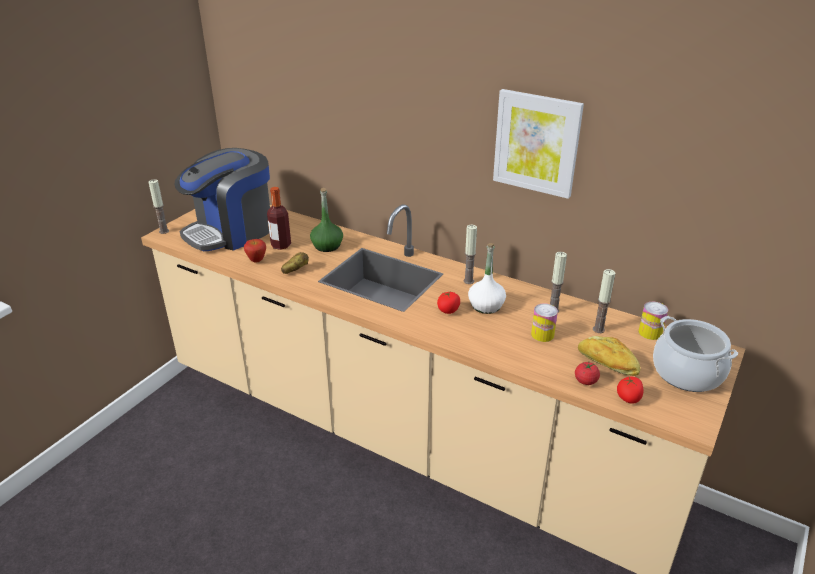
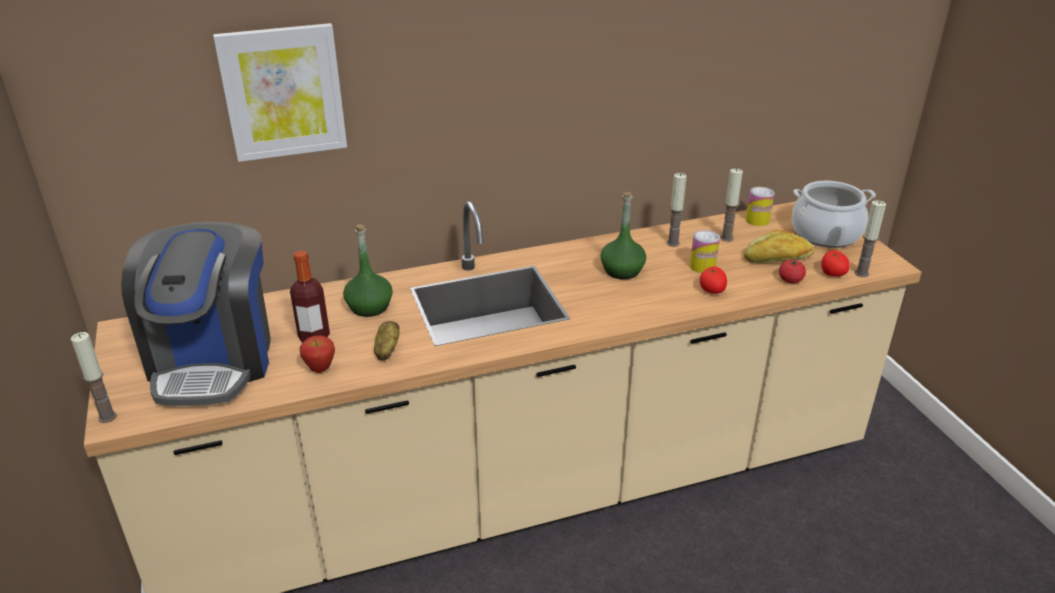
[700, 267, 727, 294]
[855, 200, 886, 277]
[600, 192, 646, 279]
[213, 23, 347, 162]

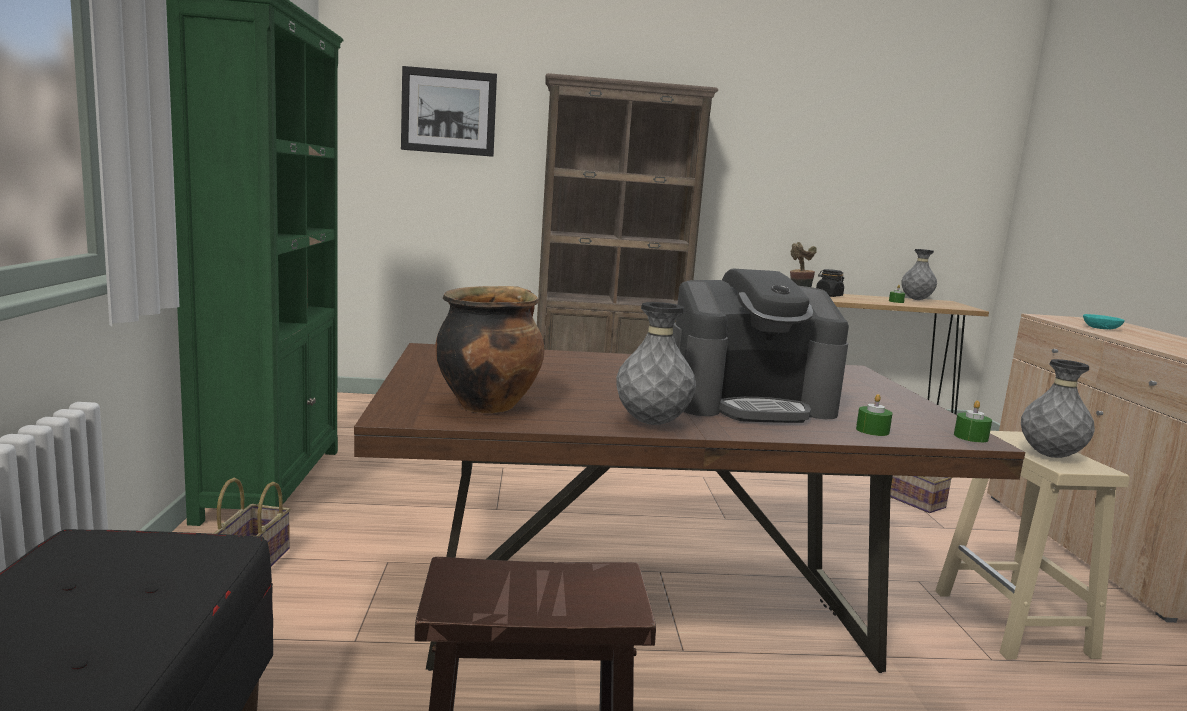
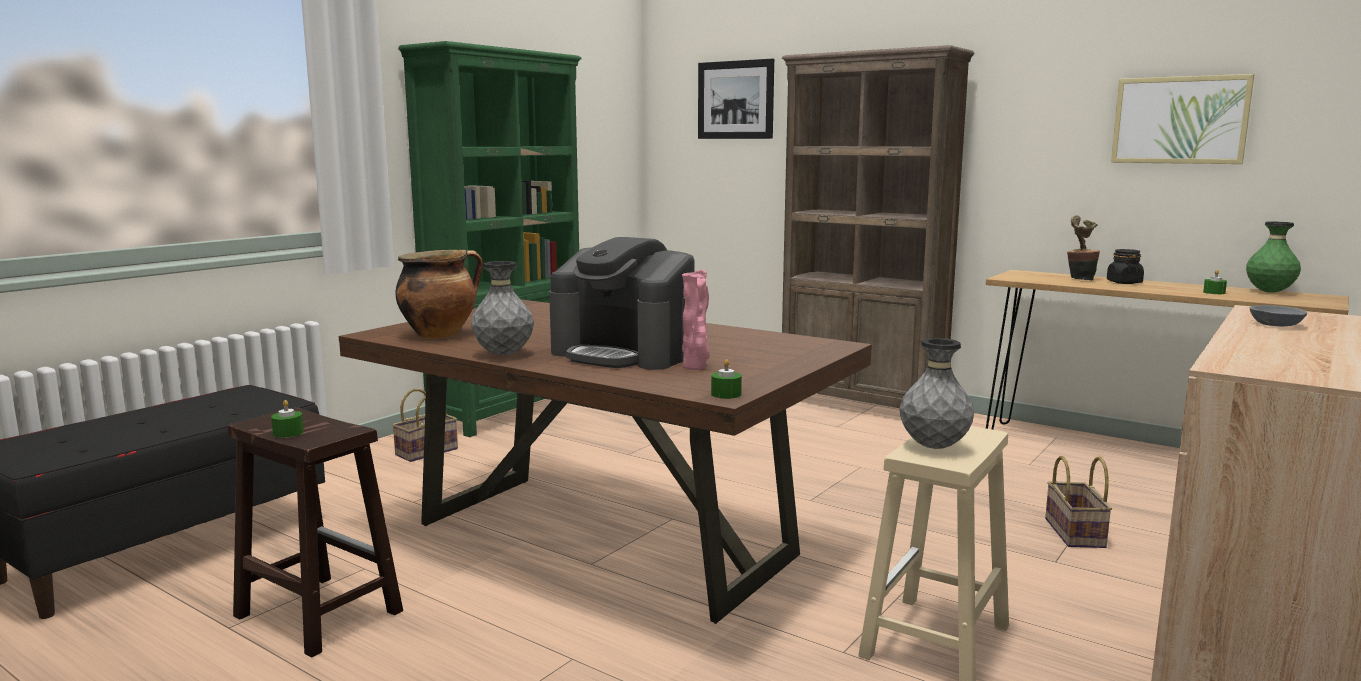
[271, 400, 304, 438]
[1246, 221, 1301, 293]
[1250, 305, 1307, 326]
[682, 270, 710, 370]
[1111, 74, 1255, 164]

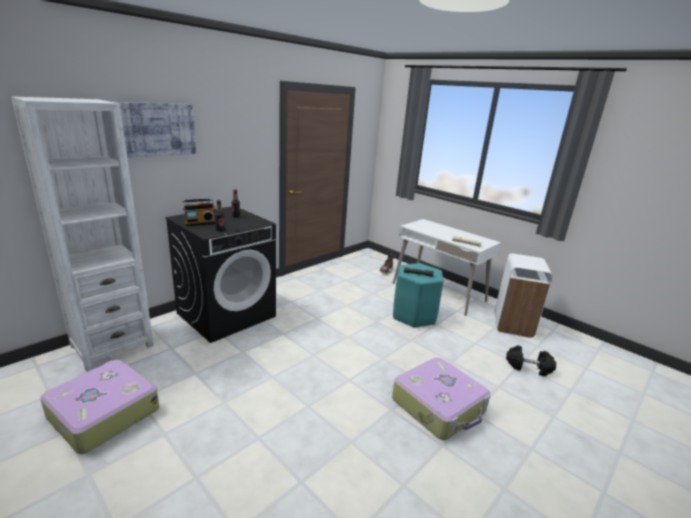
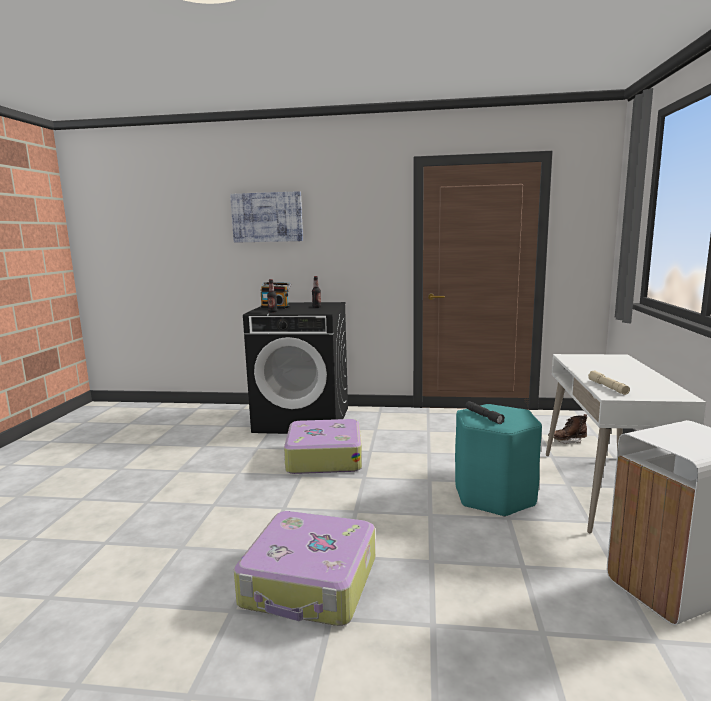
[11, 96, 154, 371] (first image)
[284, 419, 362, 474]
[506, 345, 556, 376] (first image)

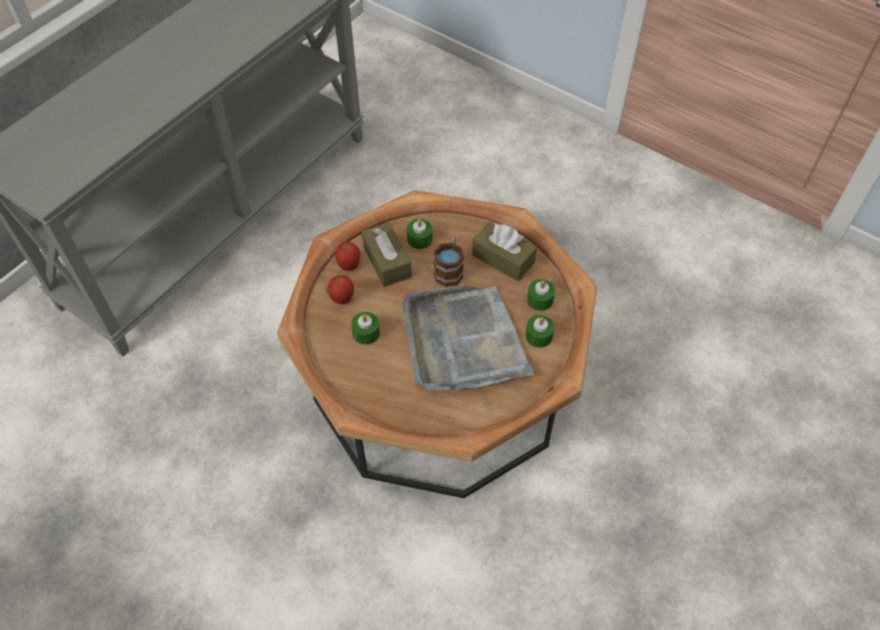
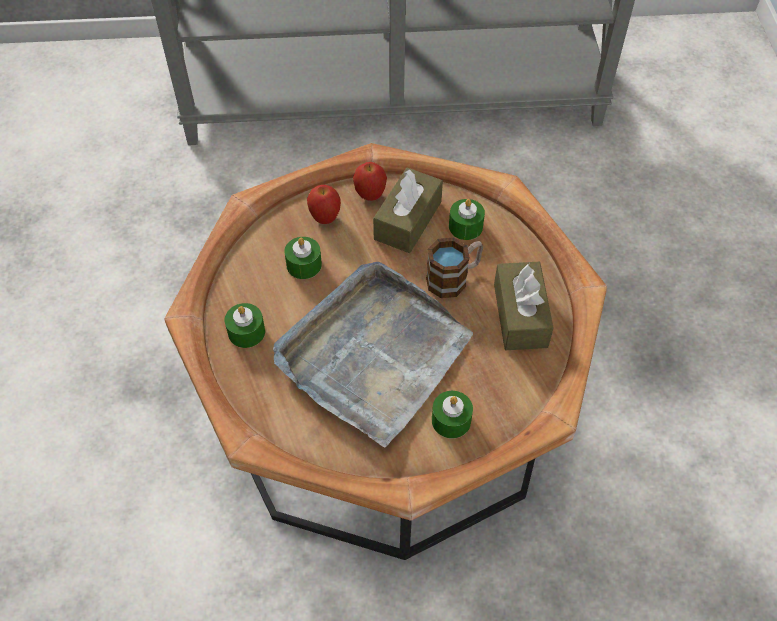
[225, 303, 265, 348]

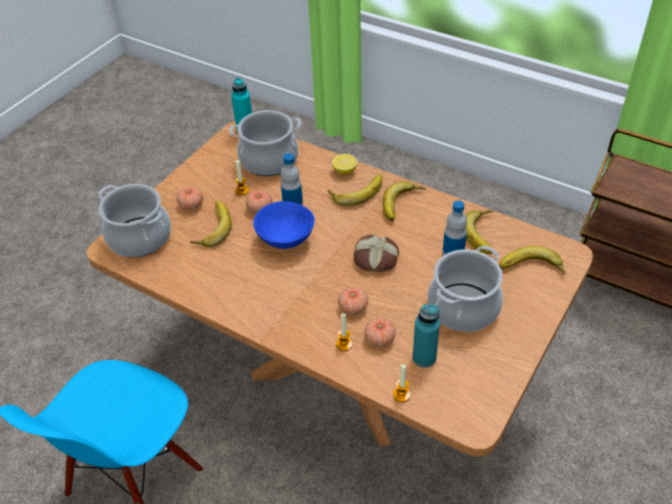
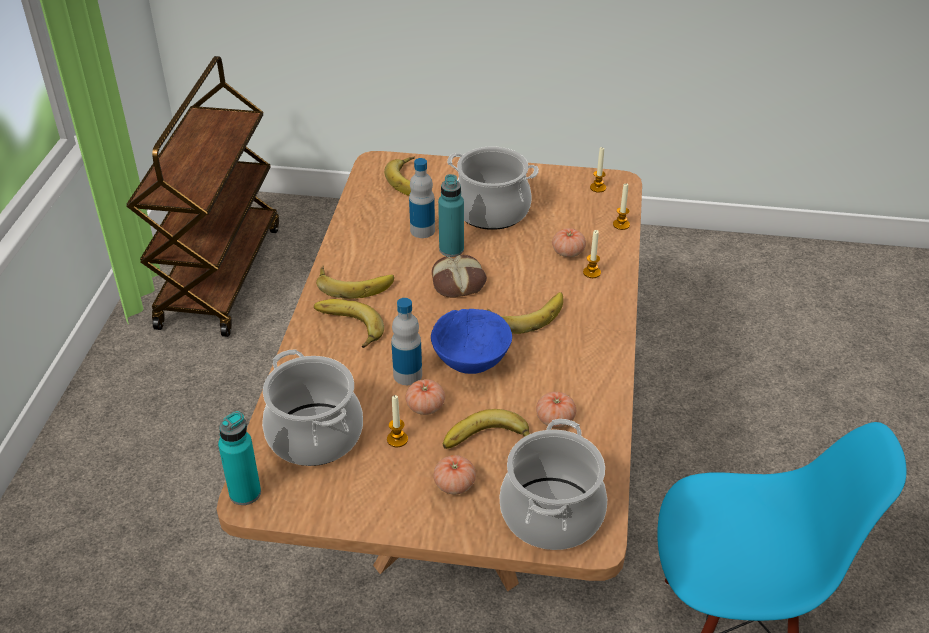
[332, 154, 357, 175] (first image)
[536, 392, 576, 428]
[438, 174, 464, 257]
[487, 292, 563, 334]
[590, 147, 606, 193]

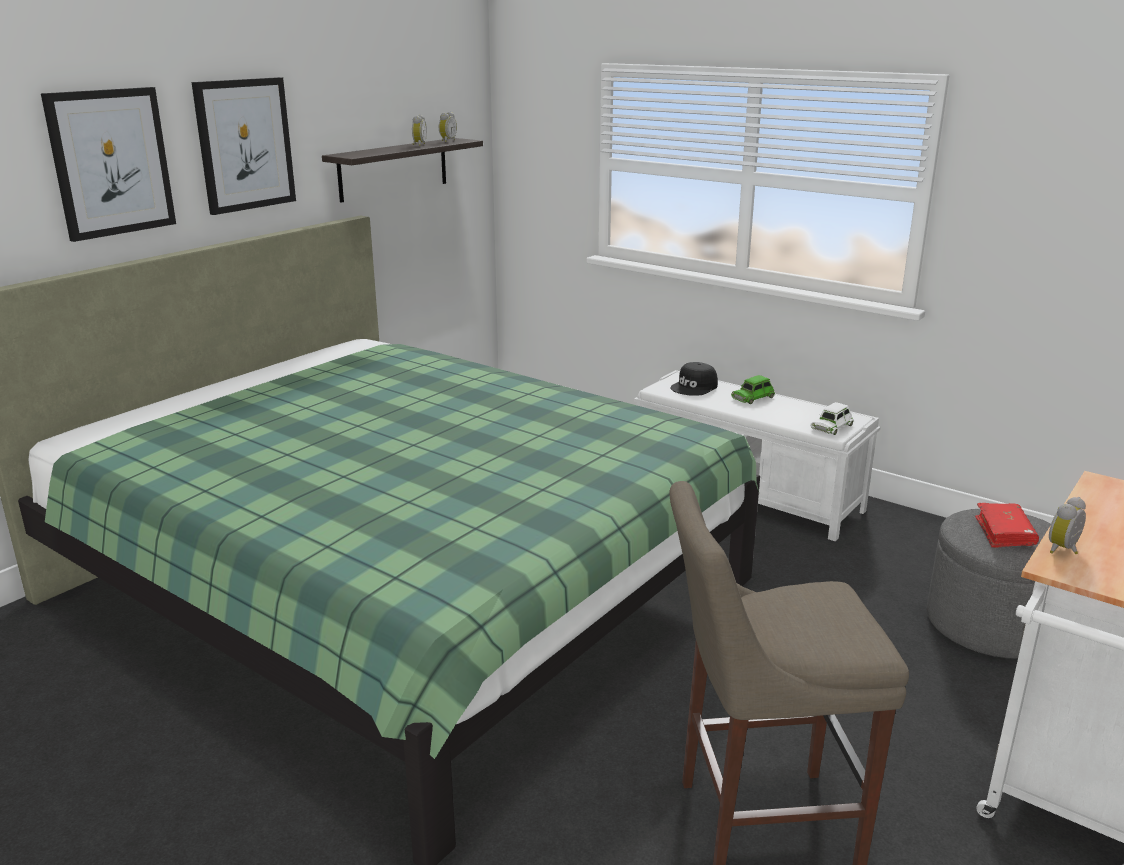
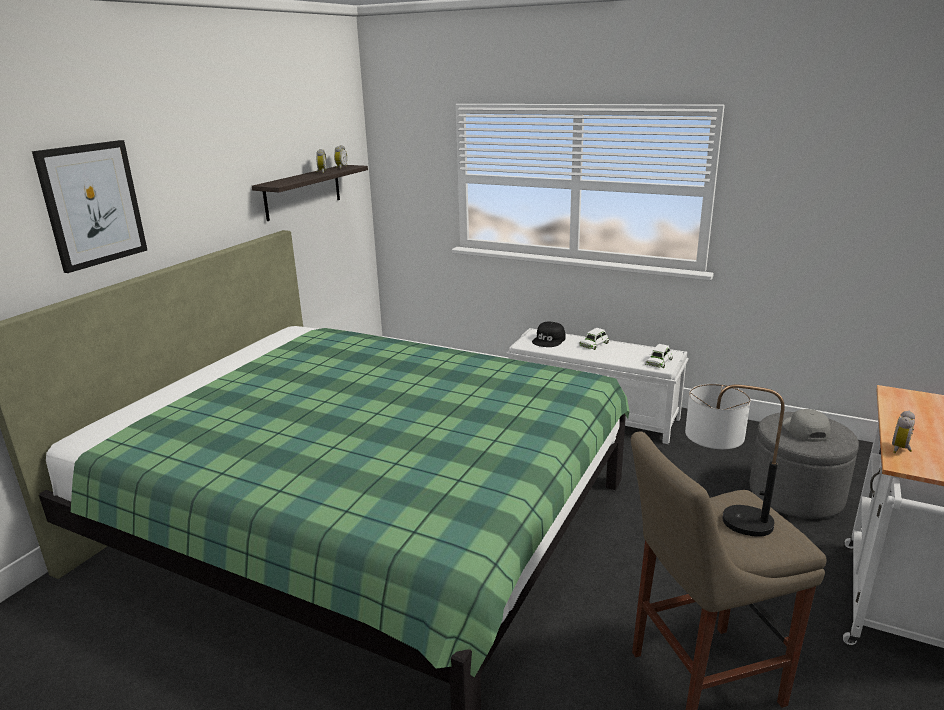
[191, 77, 296, 215] (first image)
[579, 328, 609, 350]
[782, 409, 830, 442]
[685, 384, 785, 537]

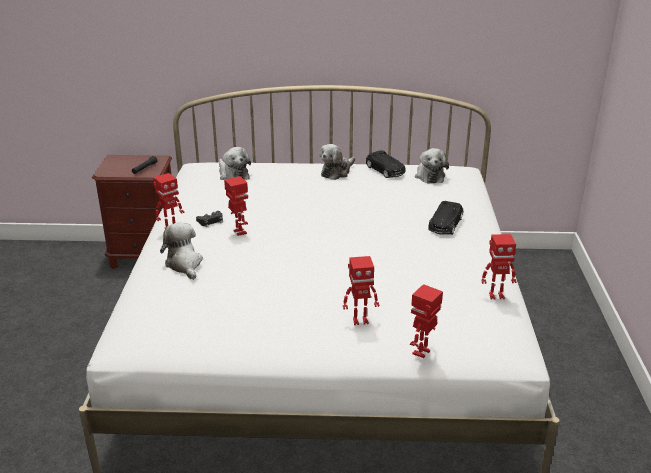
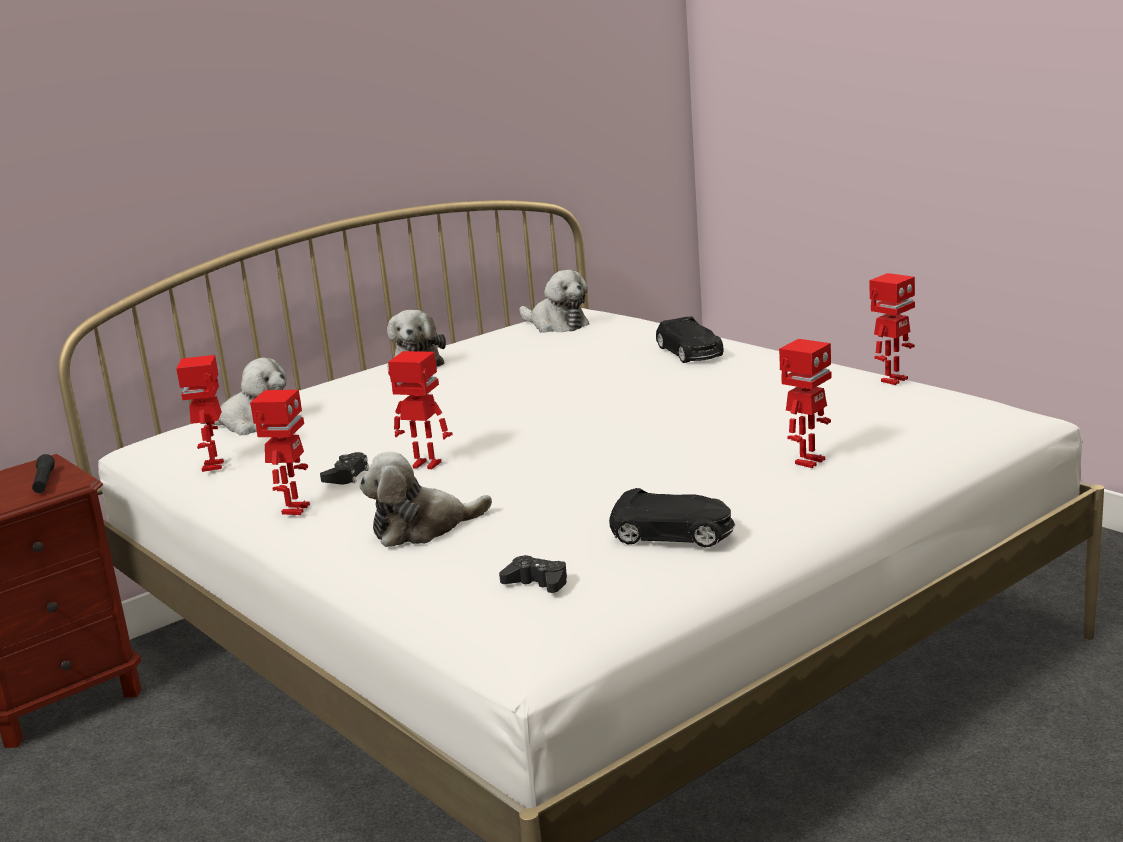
[359, 452, 492, 547]
[609, 488, 735, 547]
[176, 355, 224, 472]
[499, 555, 567, 593]

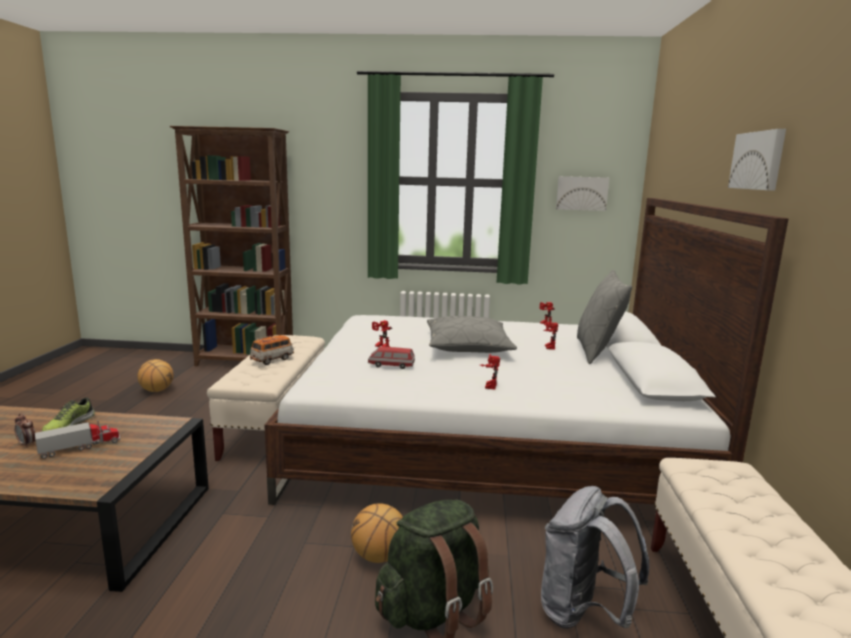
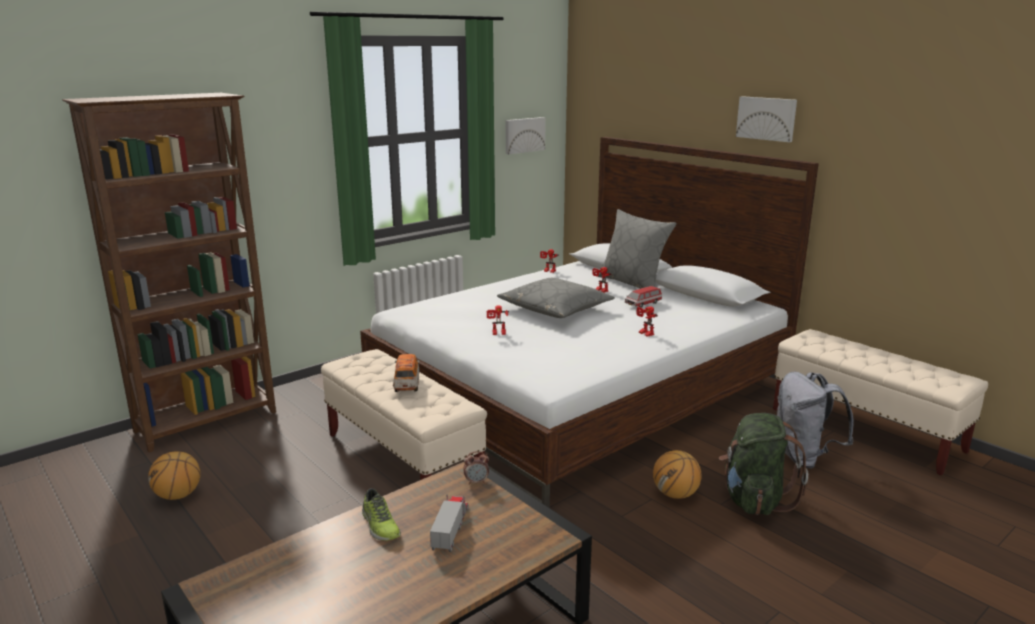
[463, 451, 489, 485]
[625, 286, 662, 308]

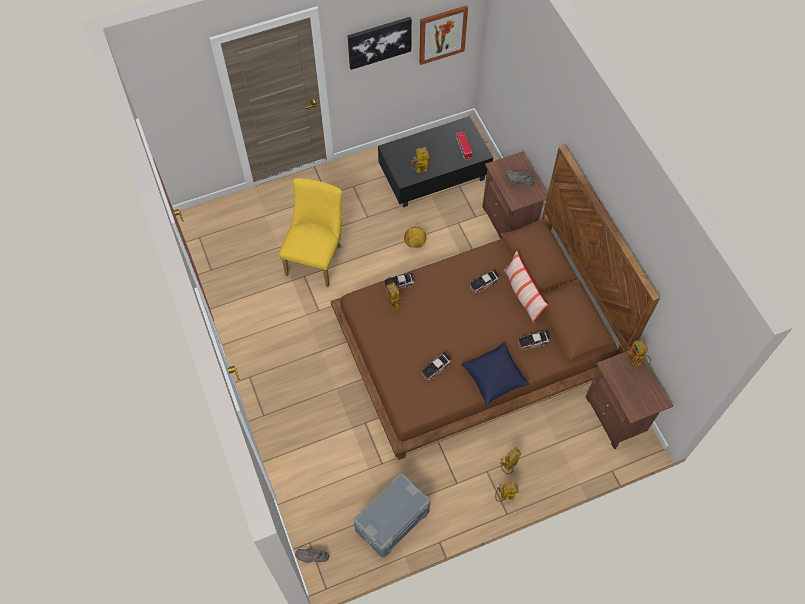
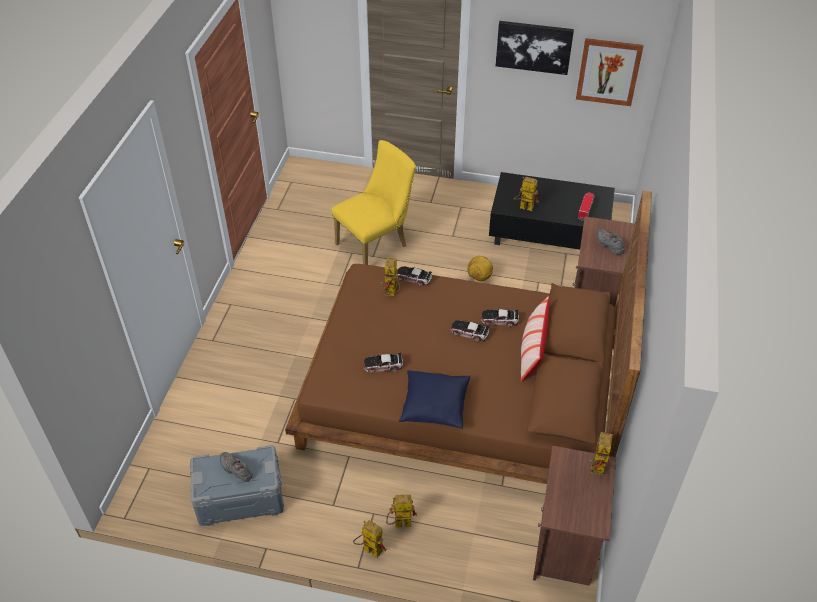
[220, 452, 253, 482]
[451, 320, 489, 342]

